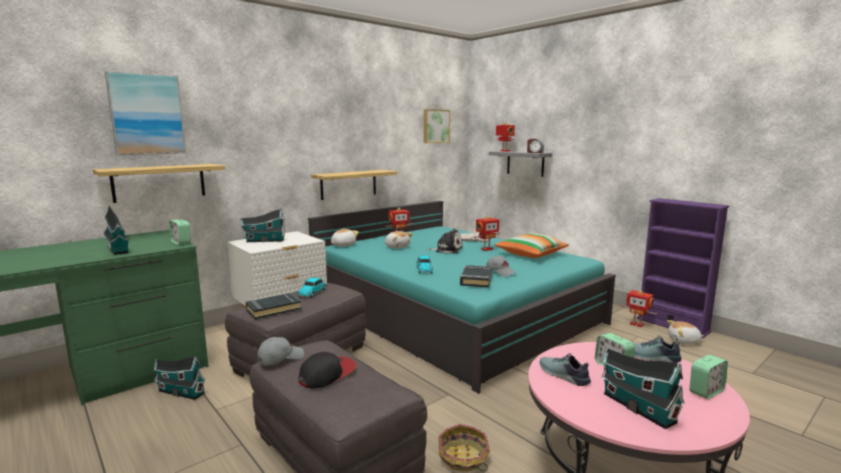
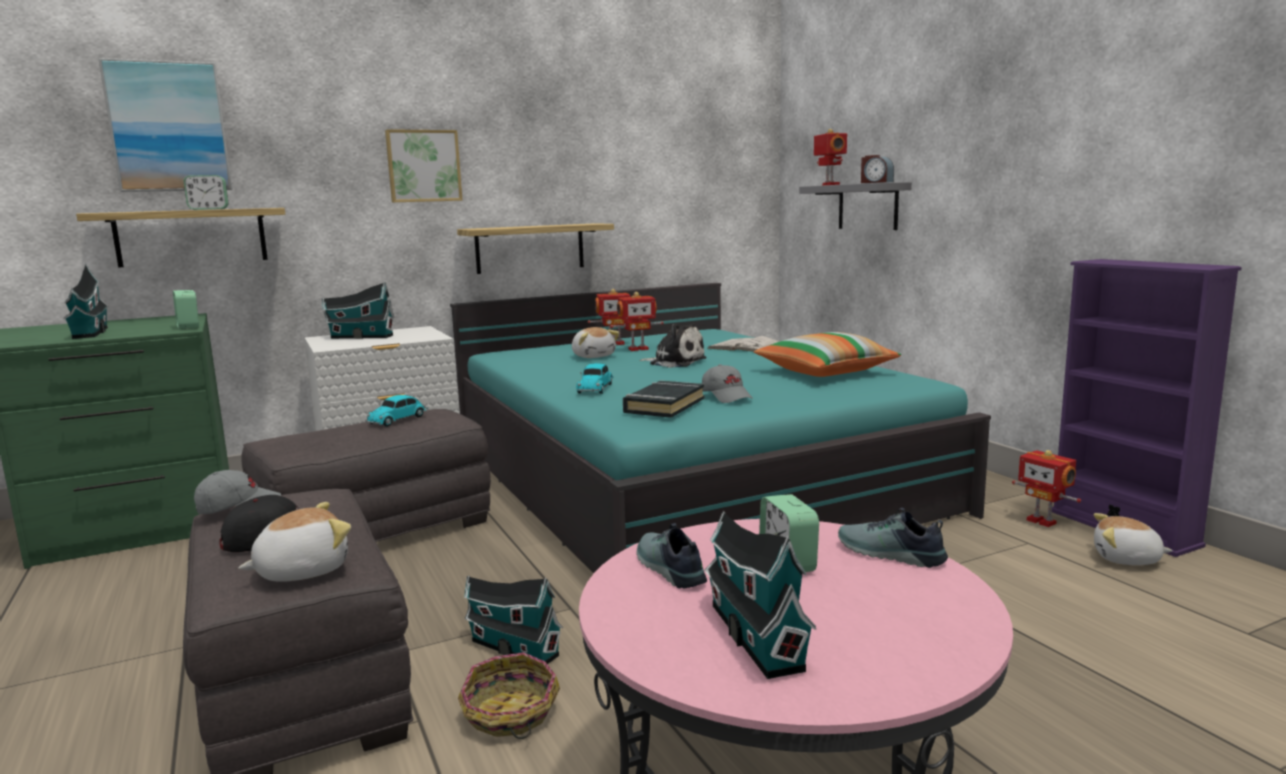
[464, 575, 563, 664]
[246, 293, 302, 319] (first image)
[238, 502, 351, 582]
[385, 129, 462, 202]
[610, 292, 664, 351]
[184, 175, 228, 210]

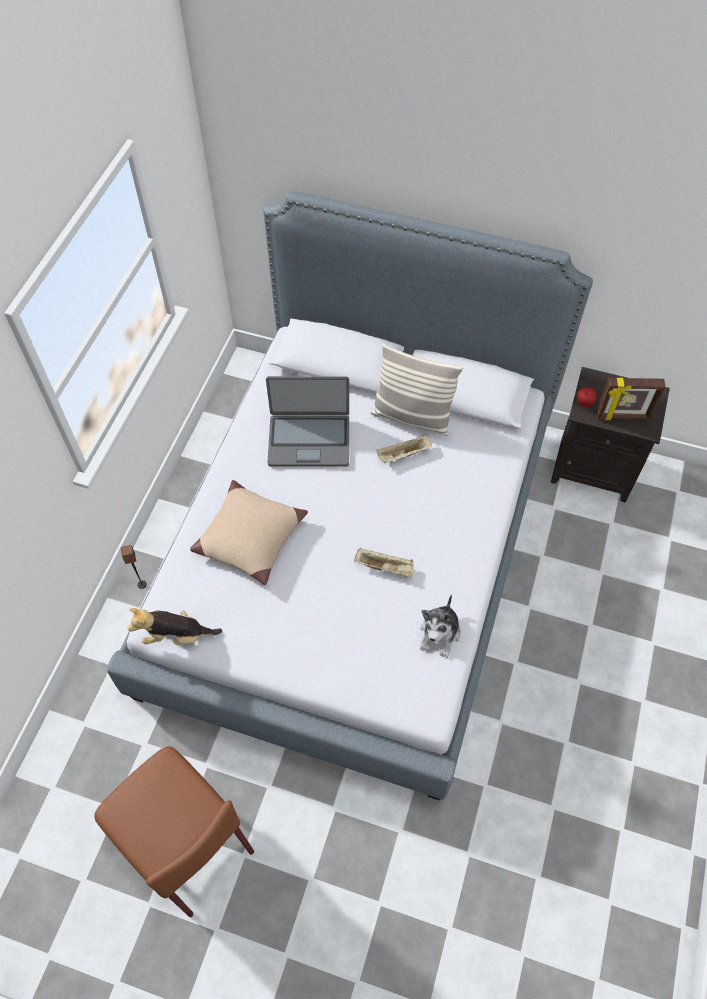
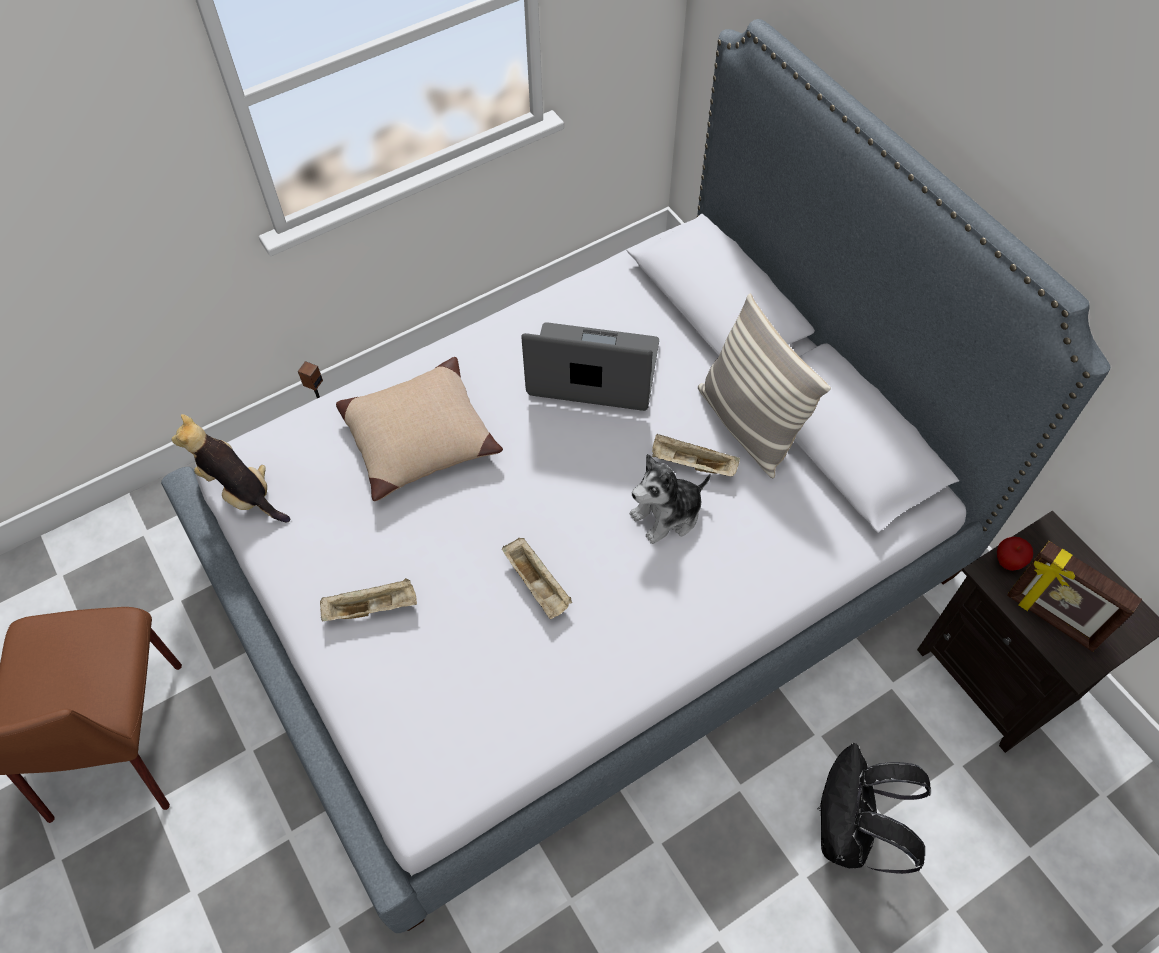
[521, 322, 659, 411]
[630, 454, 711, 544]
[320, 578, 417, 621]
[817, 743, 931, 874]

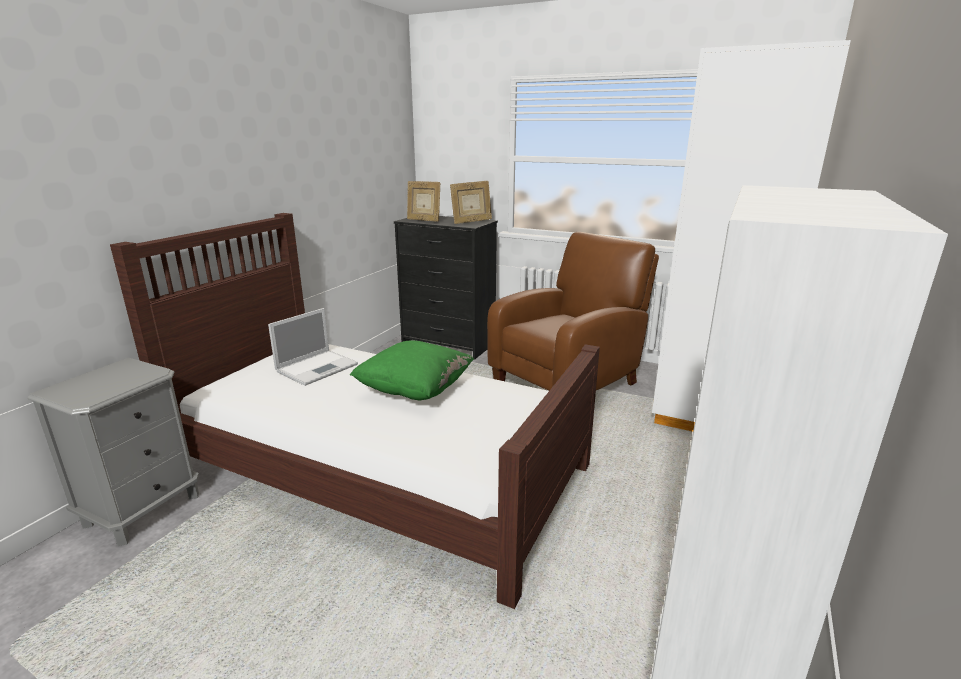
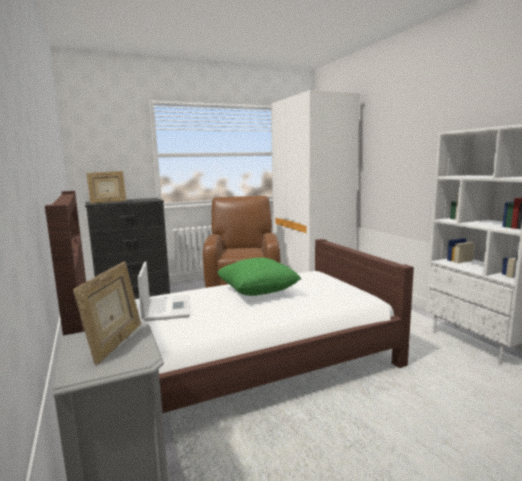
[73, 261, 141, 365]

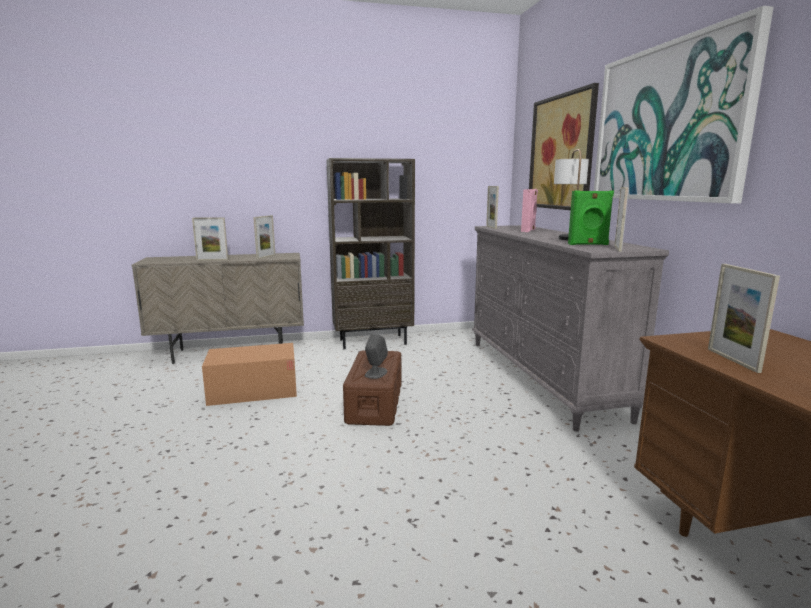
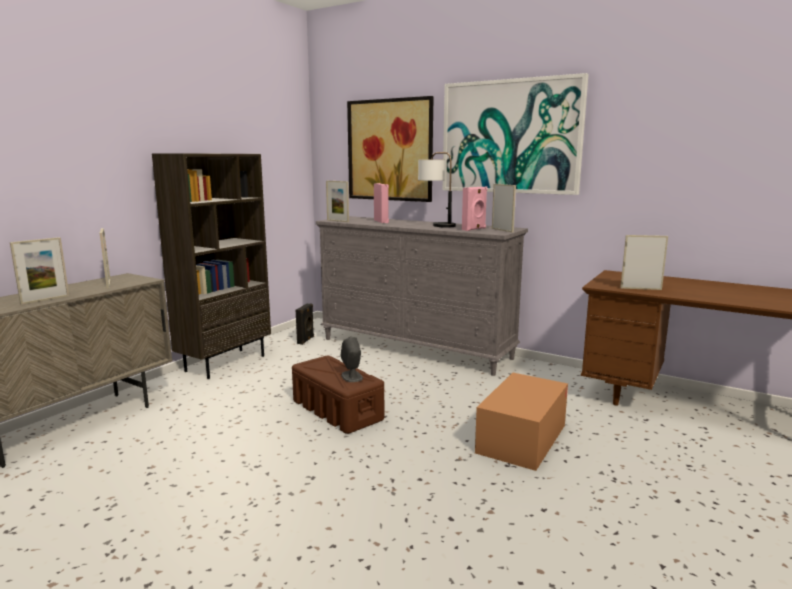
[475, 373, 568, 471]
[462, 186, 487, 231]
[620, 235, 668, 290]
[296, 304, 314, 345]

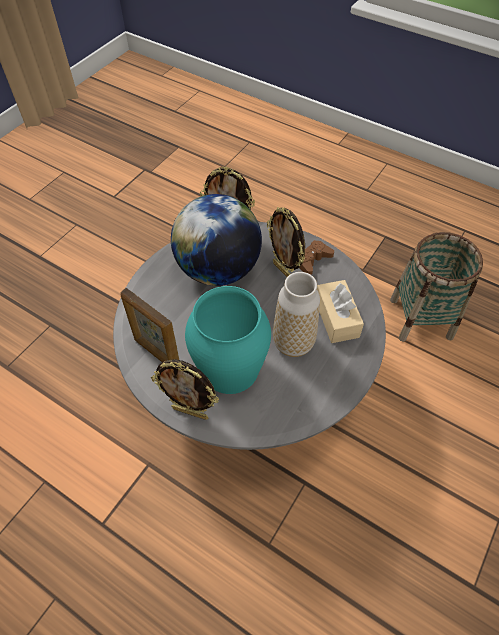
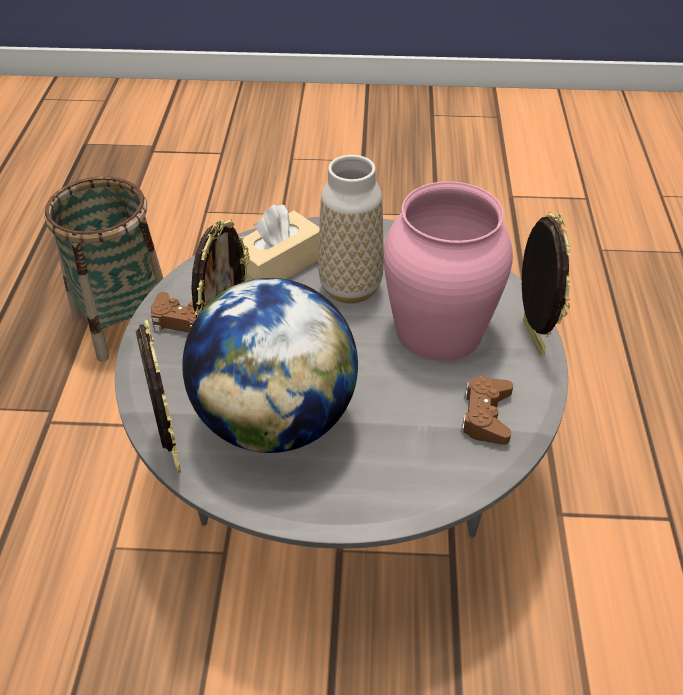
[461, 376, 513, 445]
[384, 181, 513, 361]

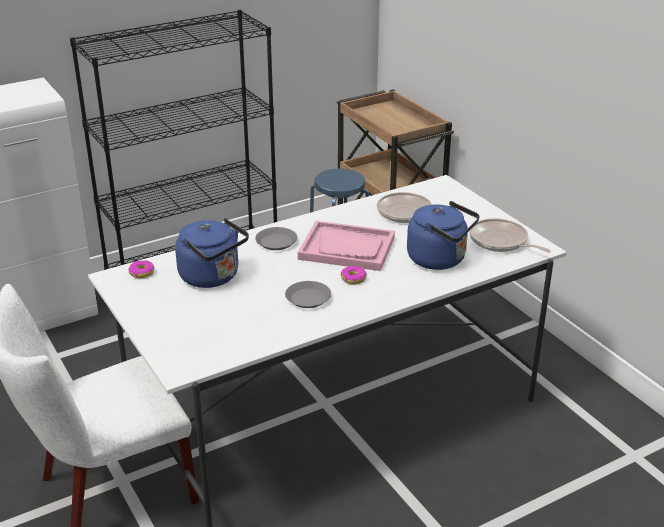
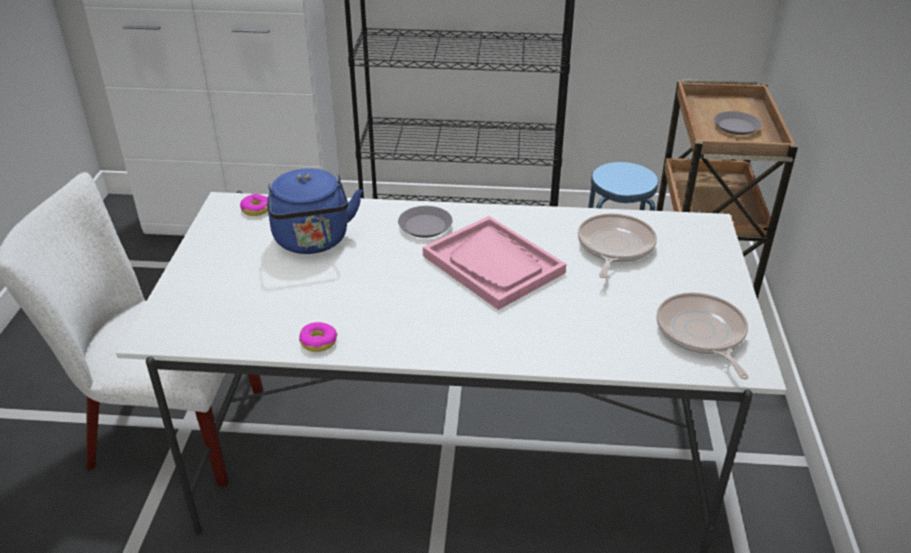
[714, 111, 761, 135]
[299, 322, 337, 352]
[407, 201, 480, 270] (first image)

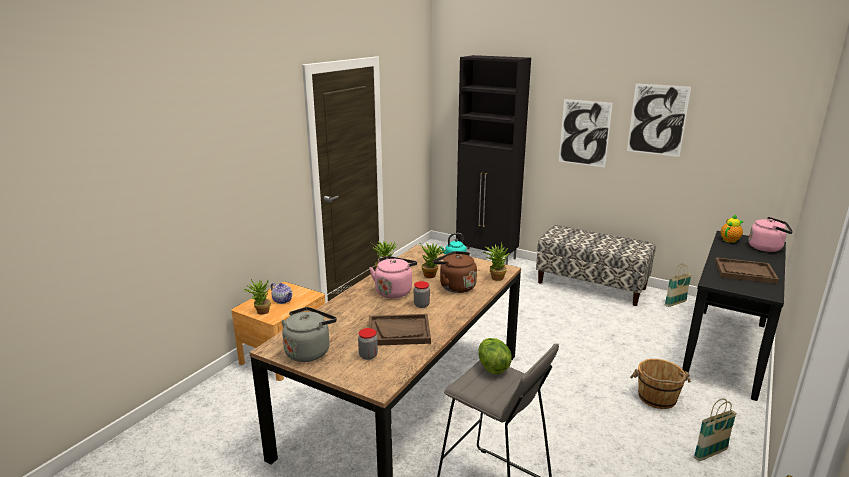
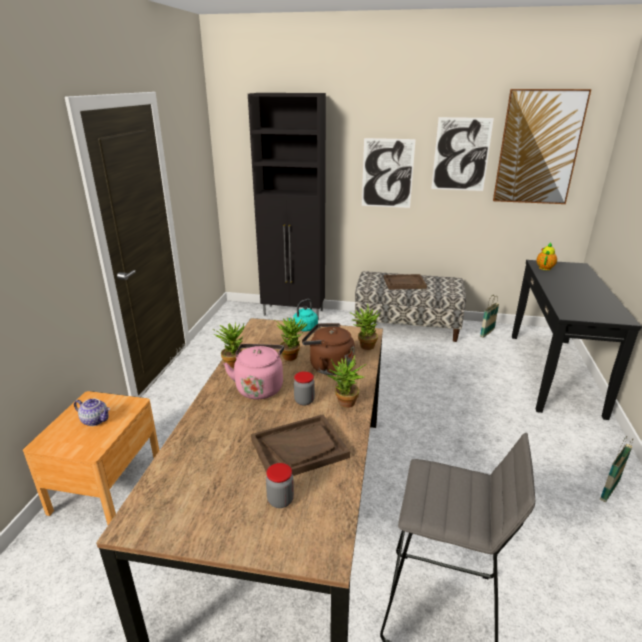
[327, 355, 367, 408]
[281, 307, 337, 362] (first image)
[479, 338, 512, 374] (first image)
[630, 359, 691, 409] (first image)
[384, 274, 427, 289]
[749, 217, 793, 252] (first image)
[493, 89, 591, 204]

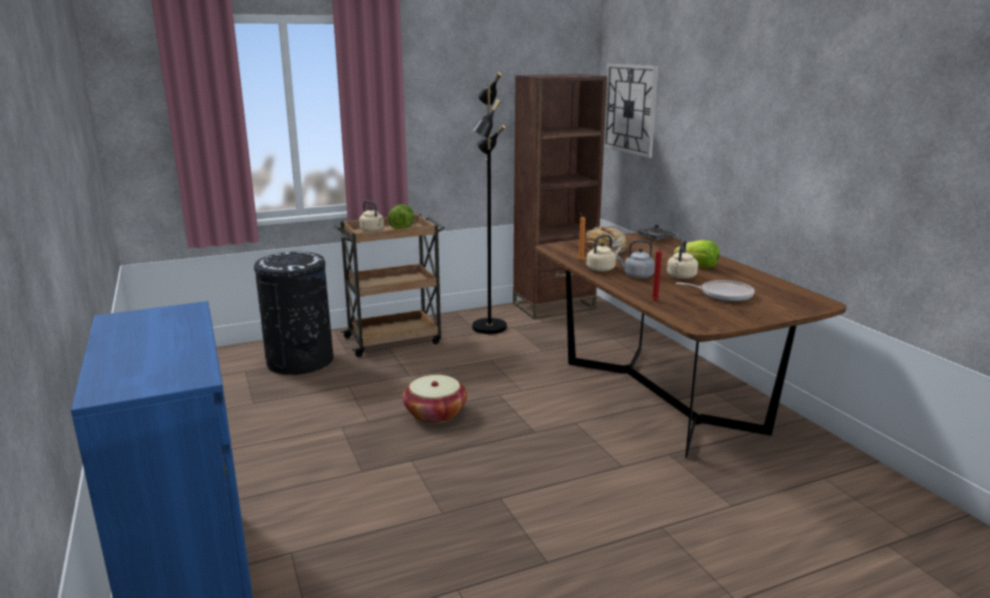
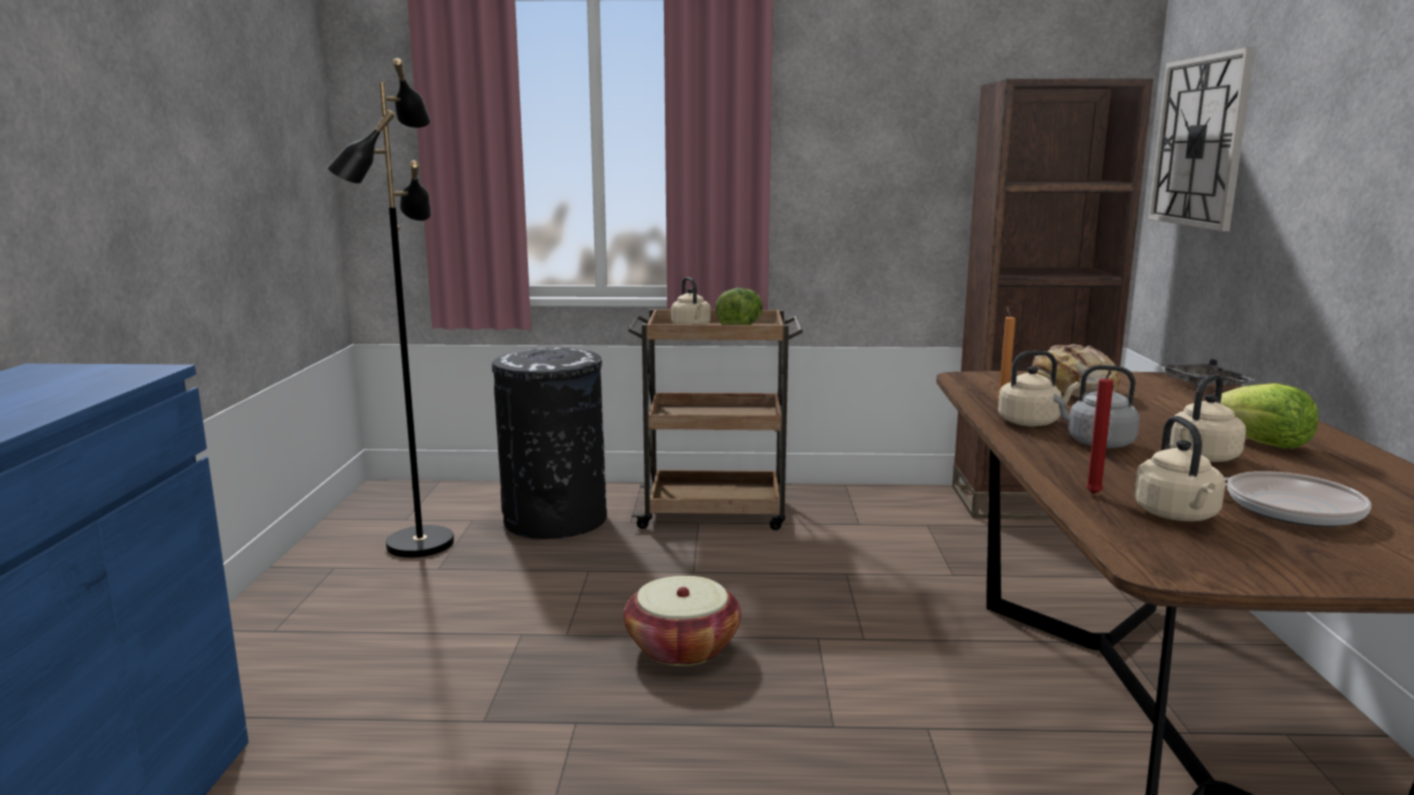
[327, 58, 454, 558]
[1134, 416, 1225, 521]

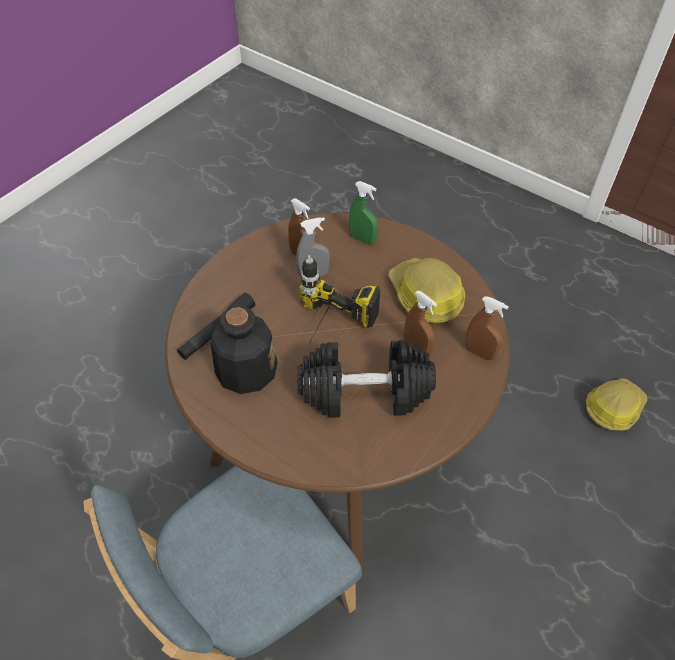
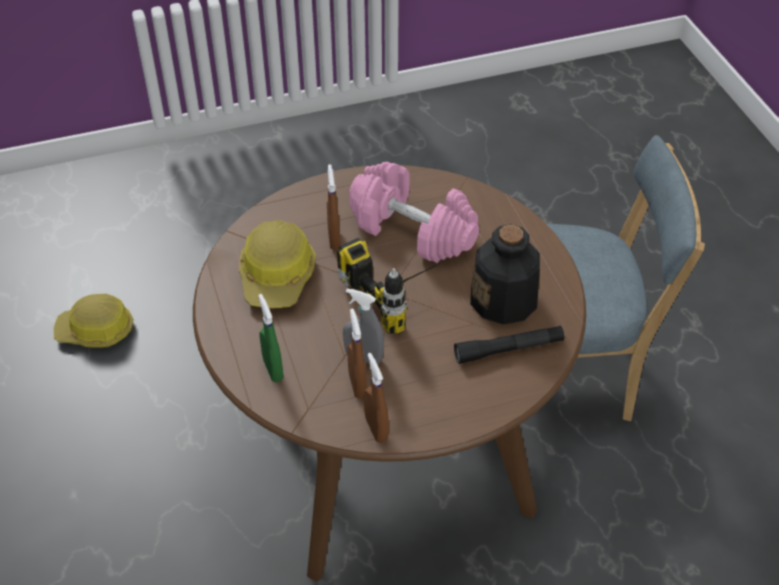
[349, 162, 479, 263]
[364, 353, 389, 443]

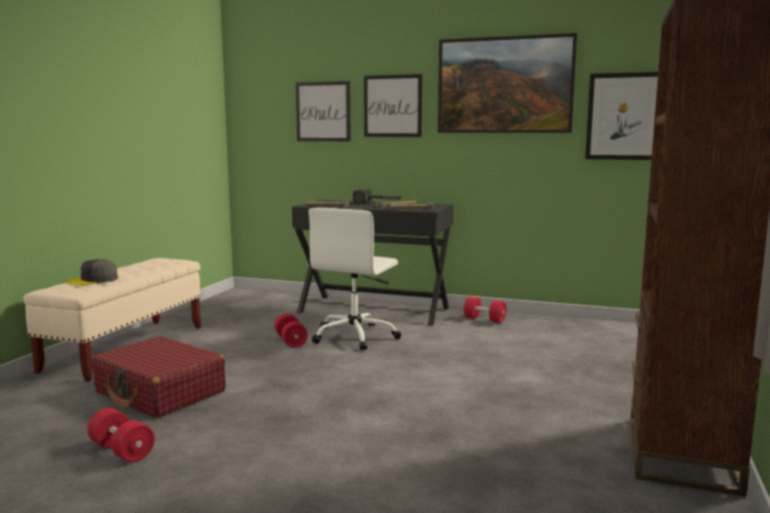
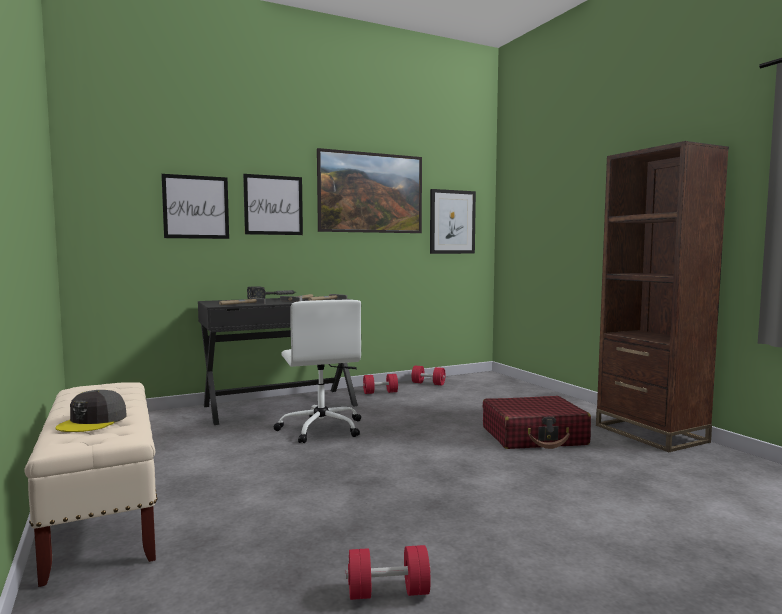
[483, 396, 591, 449]
[411, 365, 446, 385]

